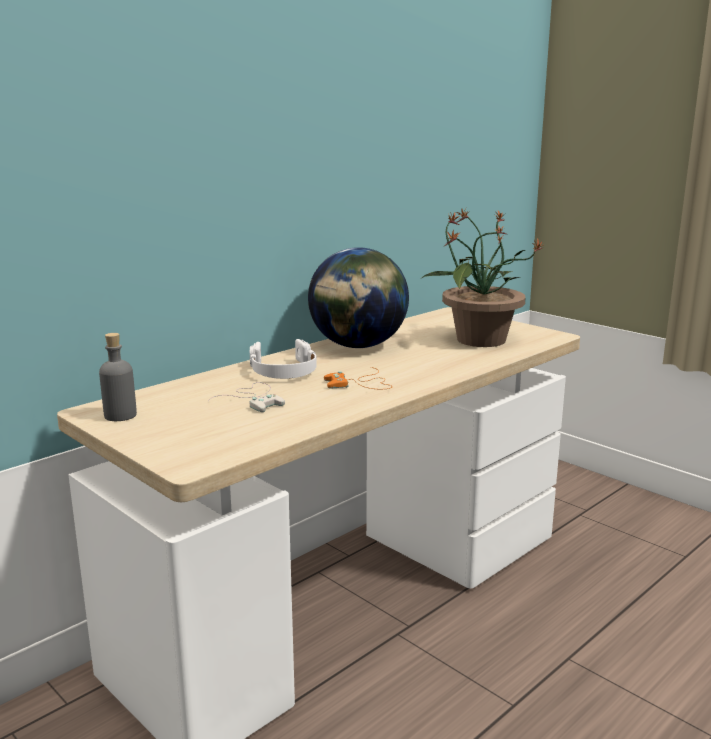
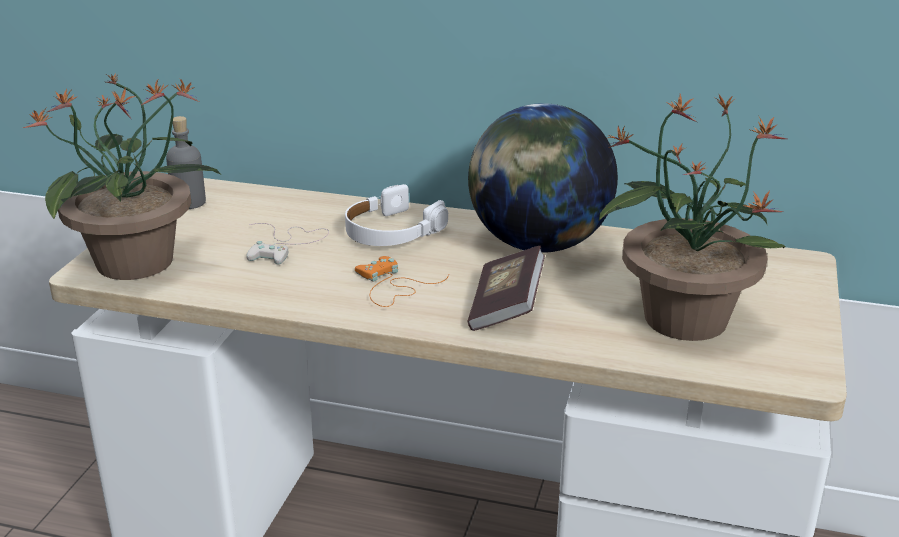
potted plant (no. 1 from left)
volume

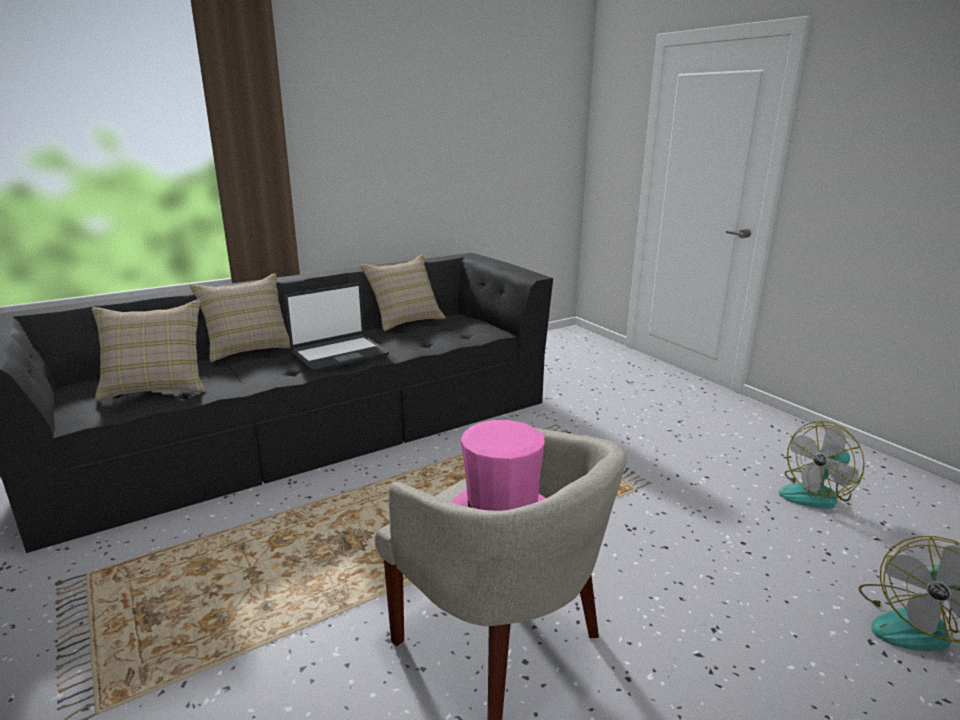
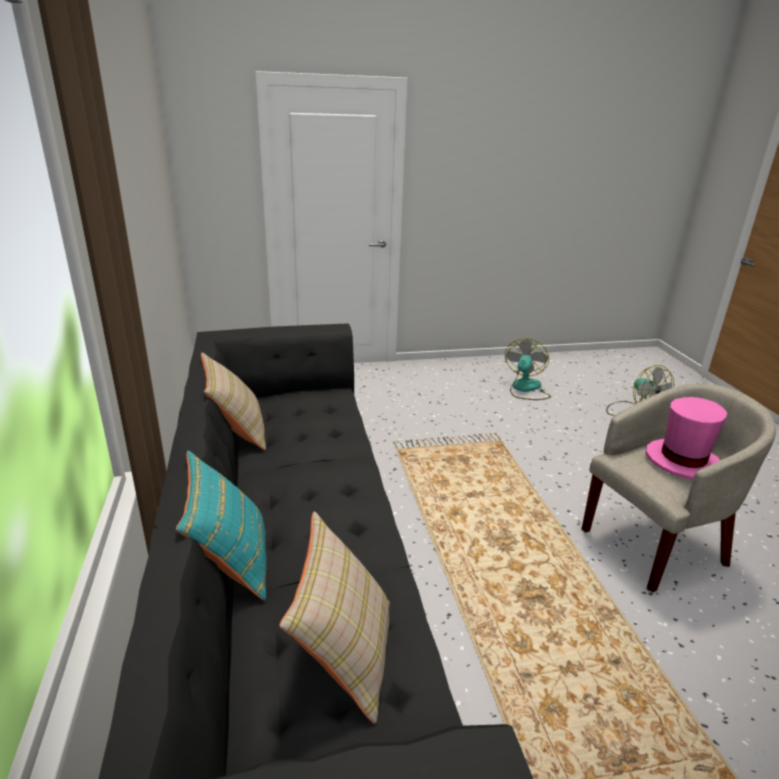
turquoise throw pillow
fan (no. 1 from left)
laptop

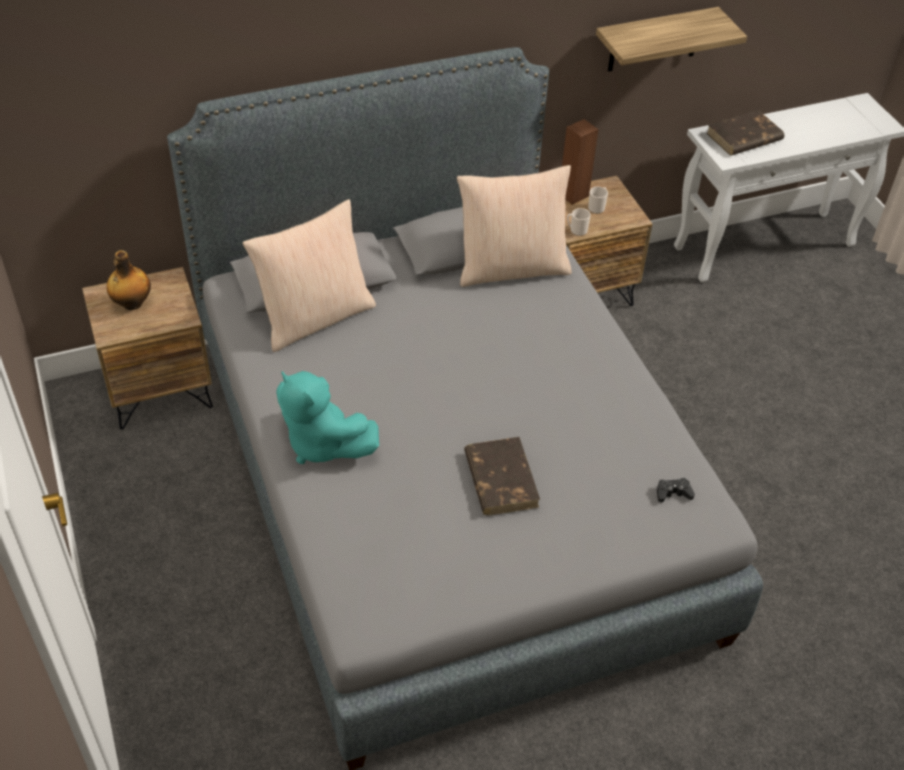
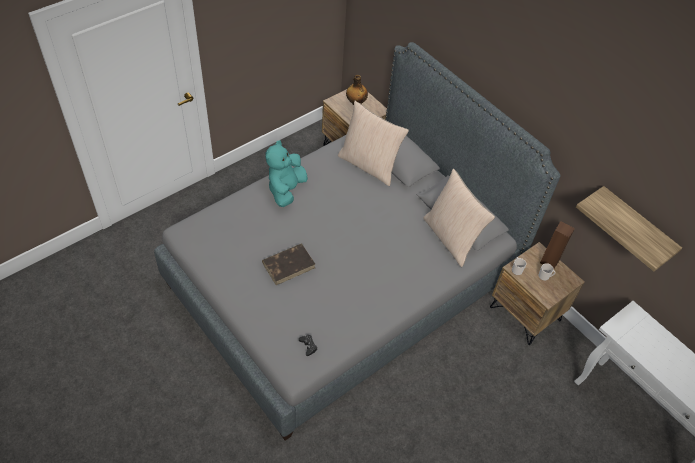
brownish volume (no. 2 from left in the first image)

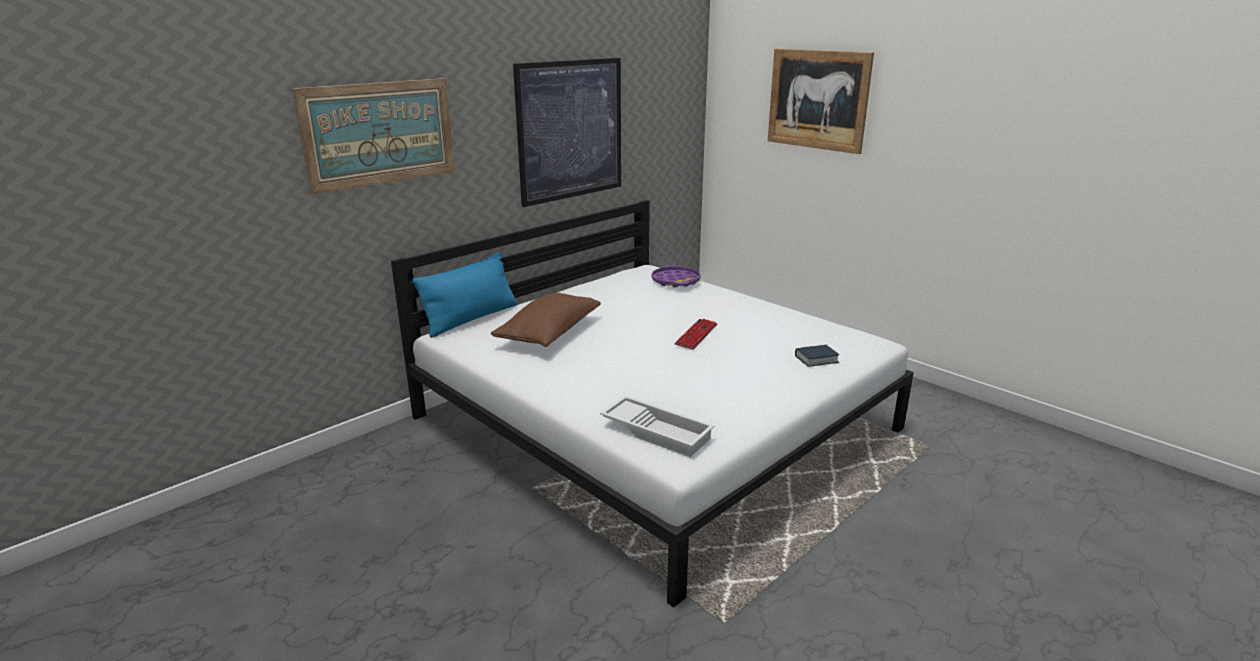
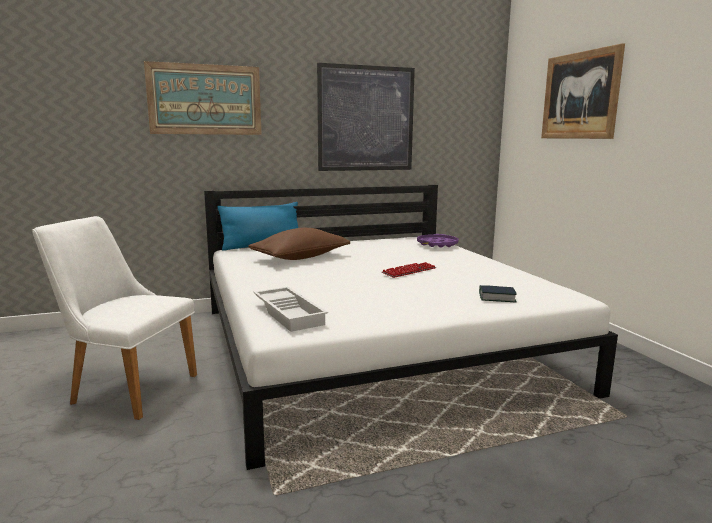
whitish plain chair

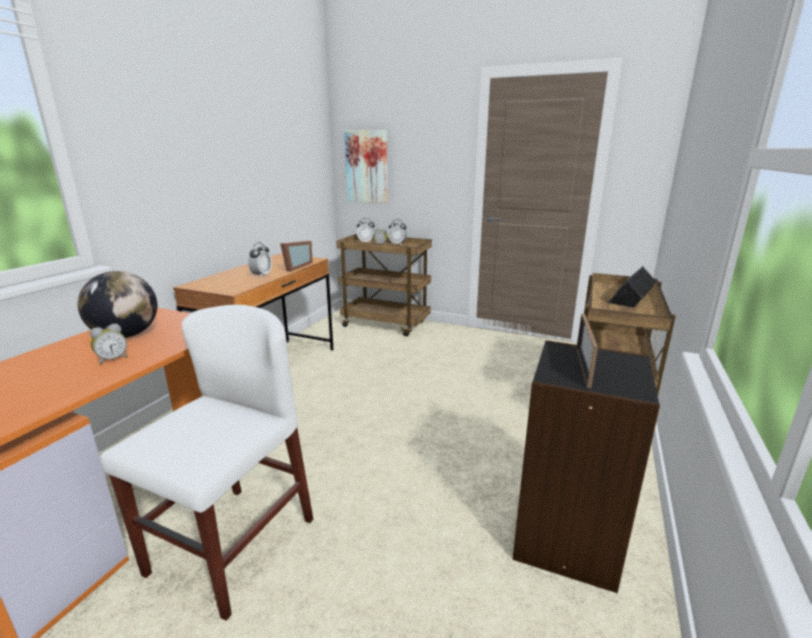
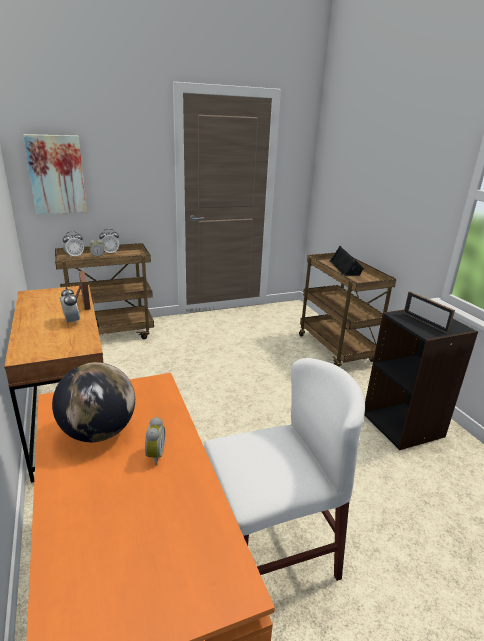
whitish plain chair

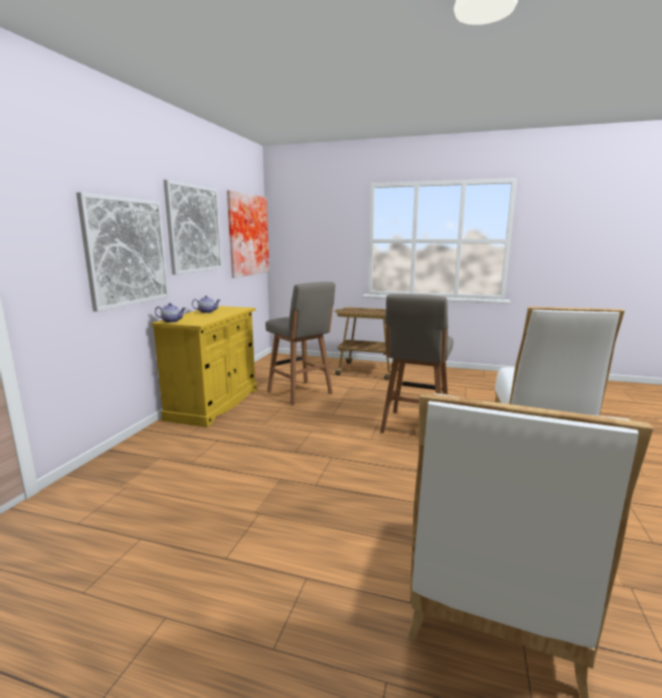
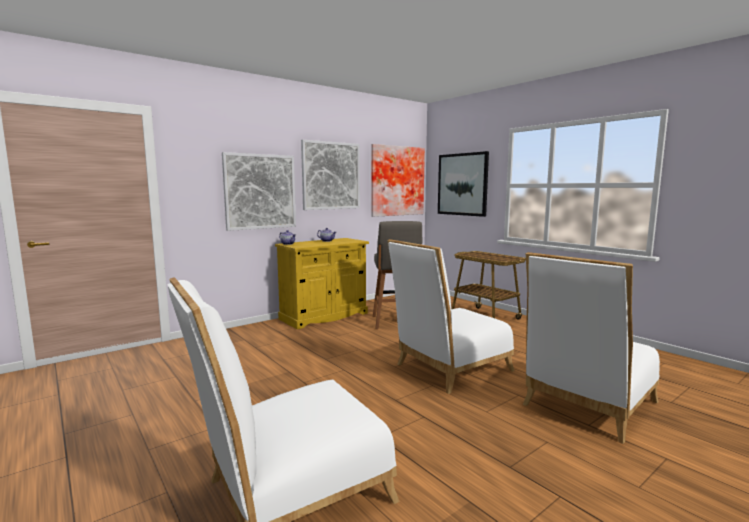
whitish plain chair (no. 2 from left)
picture (no. 4 from left)

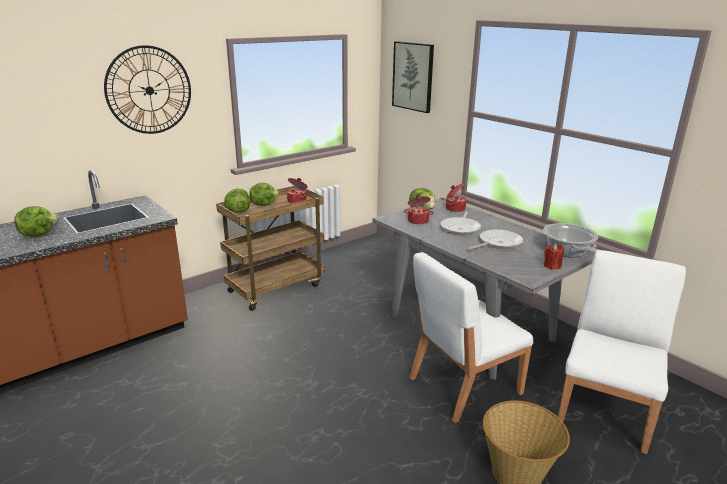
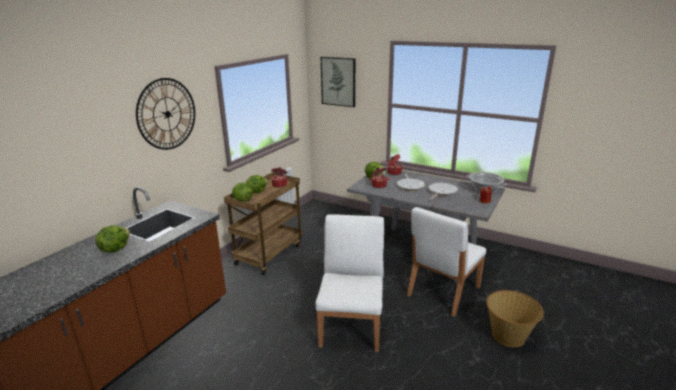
whitish plain chair (no. 1 from left)

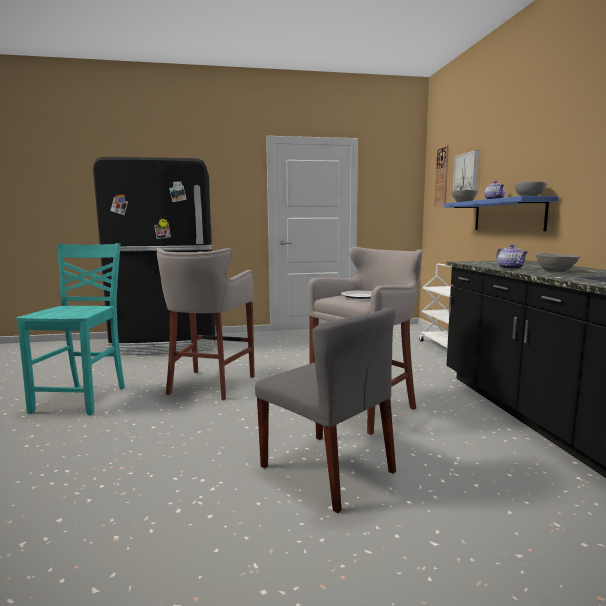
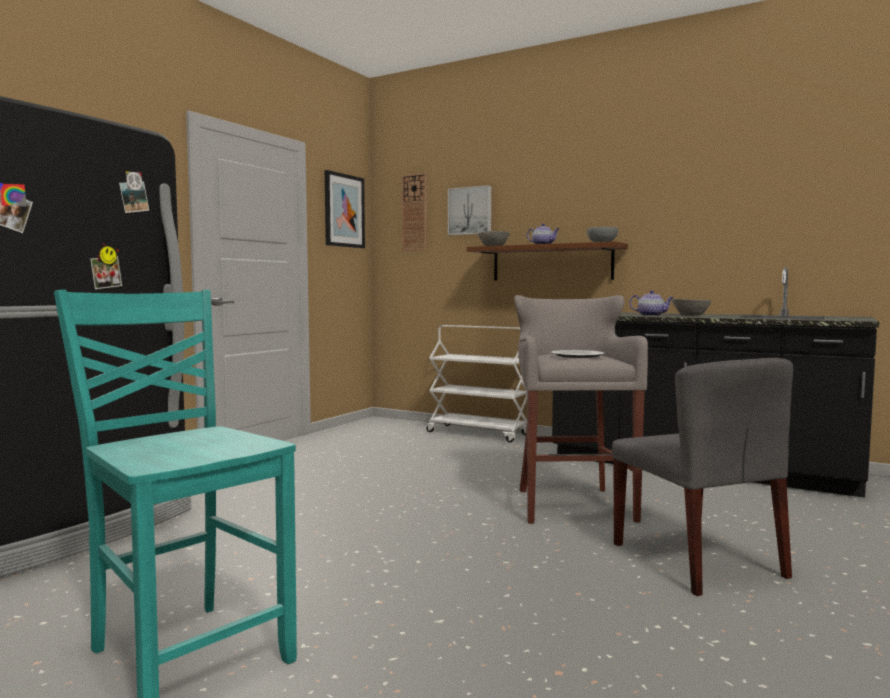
picture (no. 1 from left)
brownish shelf
gray plain chair
gray sitting stool (no. 1 from left in the first image)

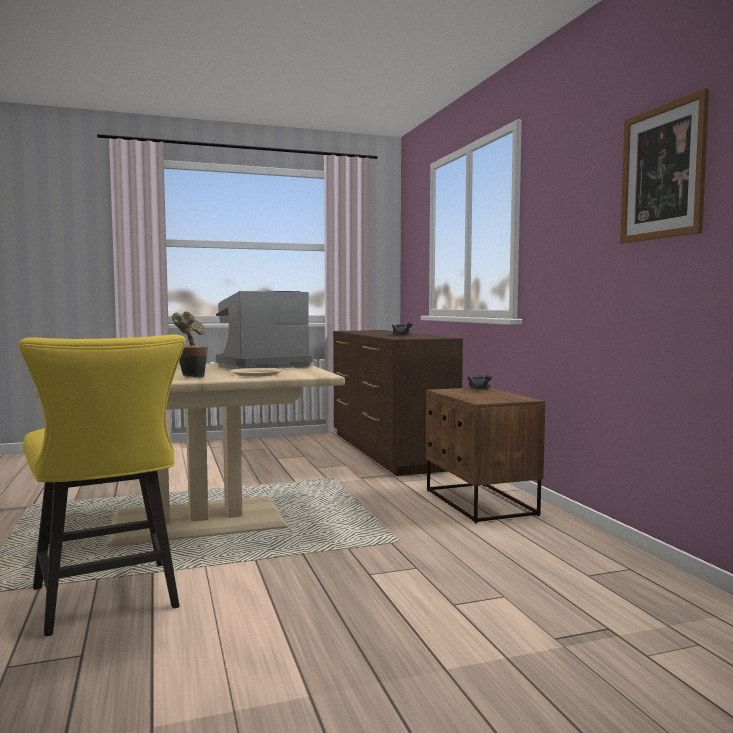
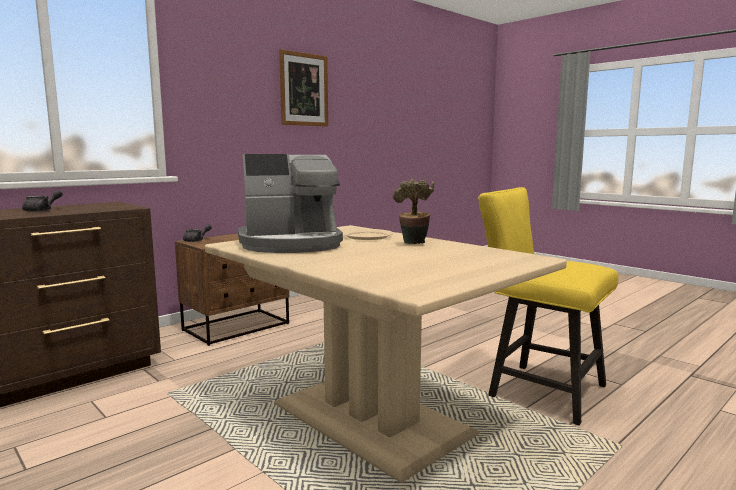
coffee maker
yellow-coloured plain chair

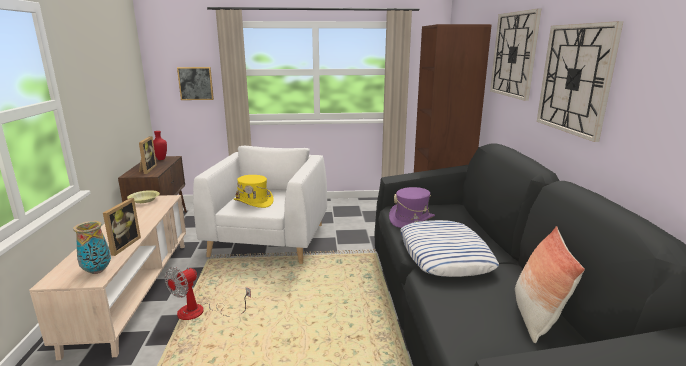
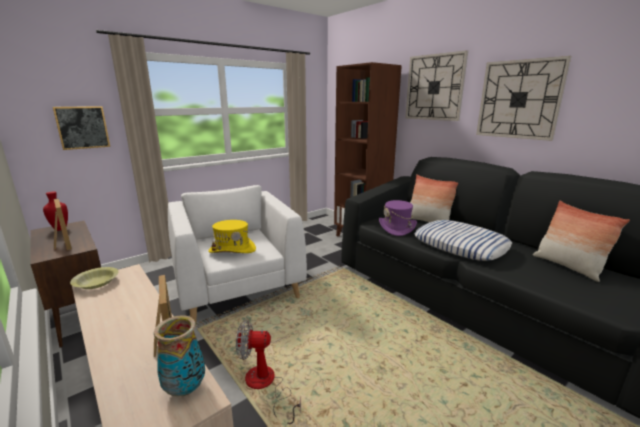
fan
throw pillow (no. 1 from left)

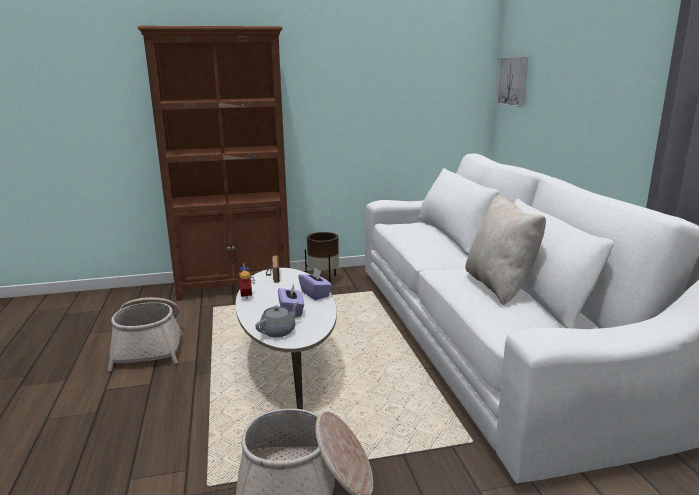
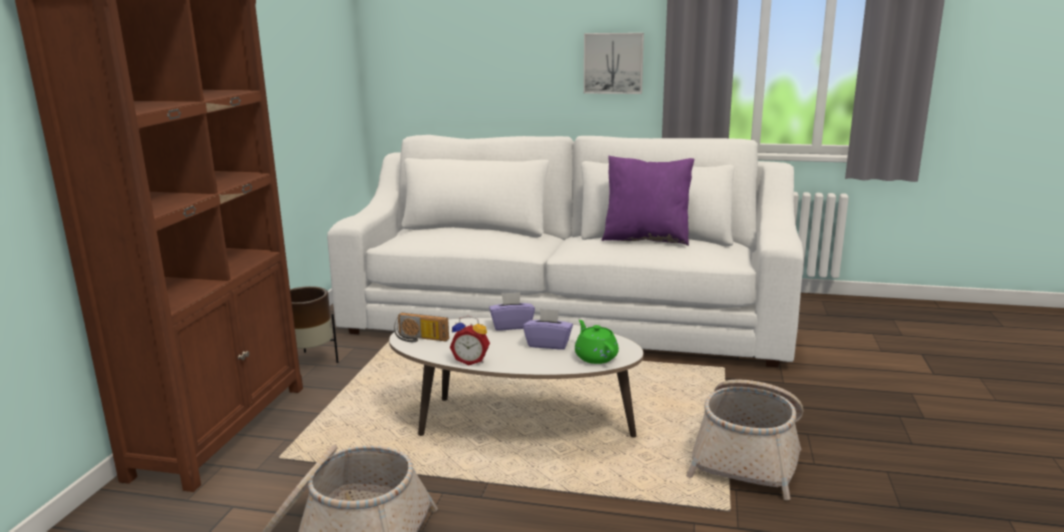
green tea pot
picture
purple throw pillow

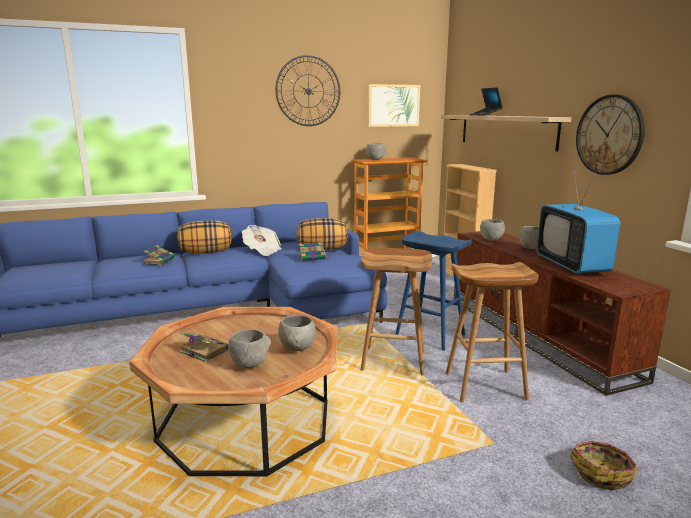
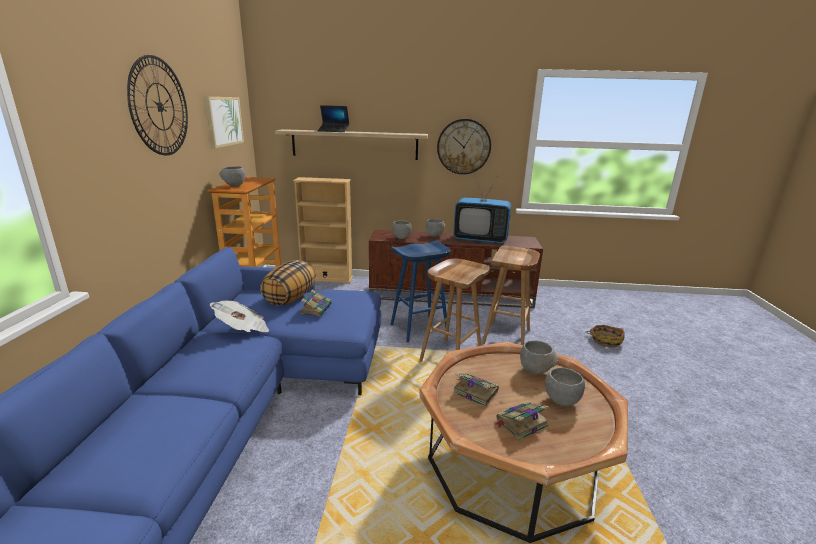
volume (no. 2 from left)
throw pillow (no. 1 from left in the first image)

